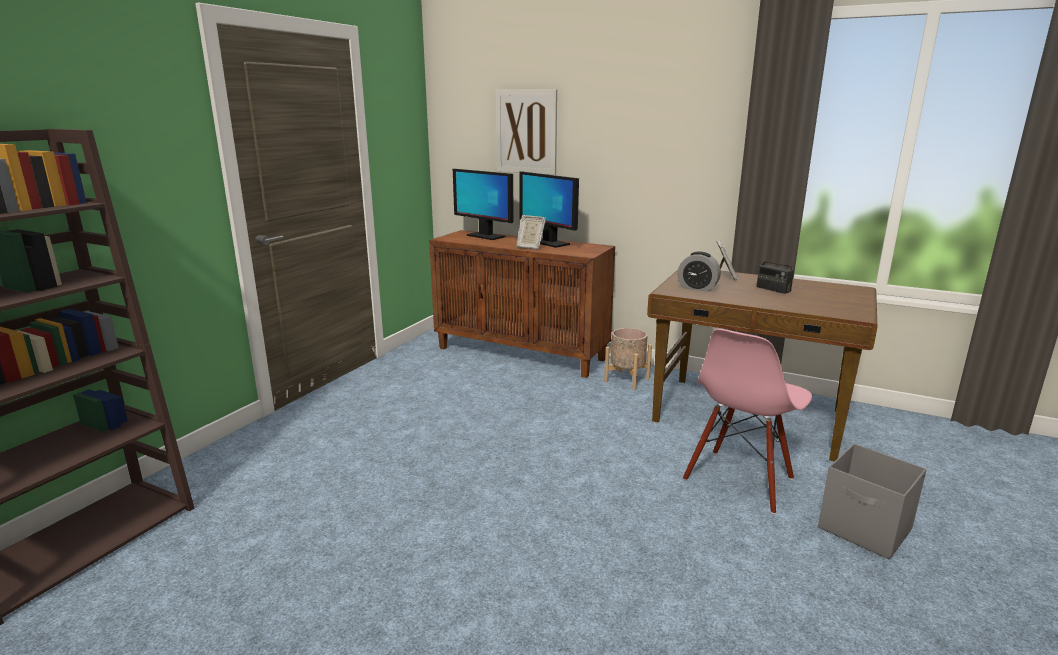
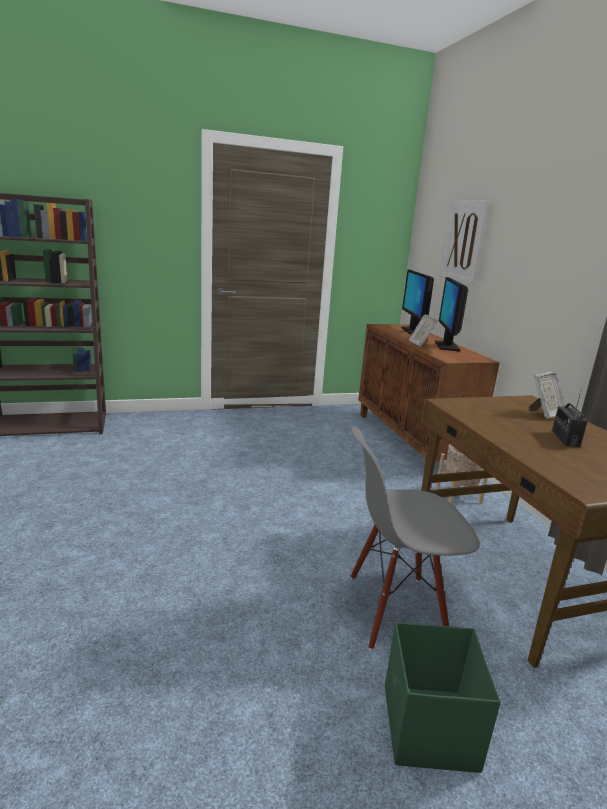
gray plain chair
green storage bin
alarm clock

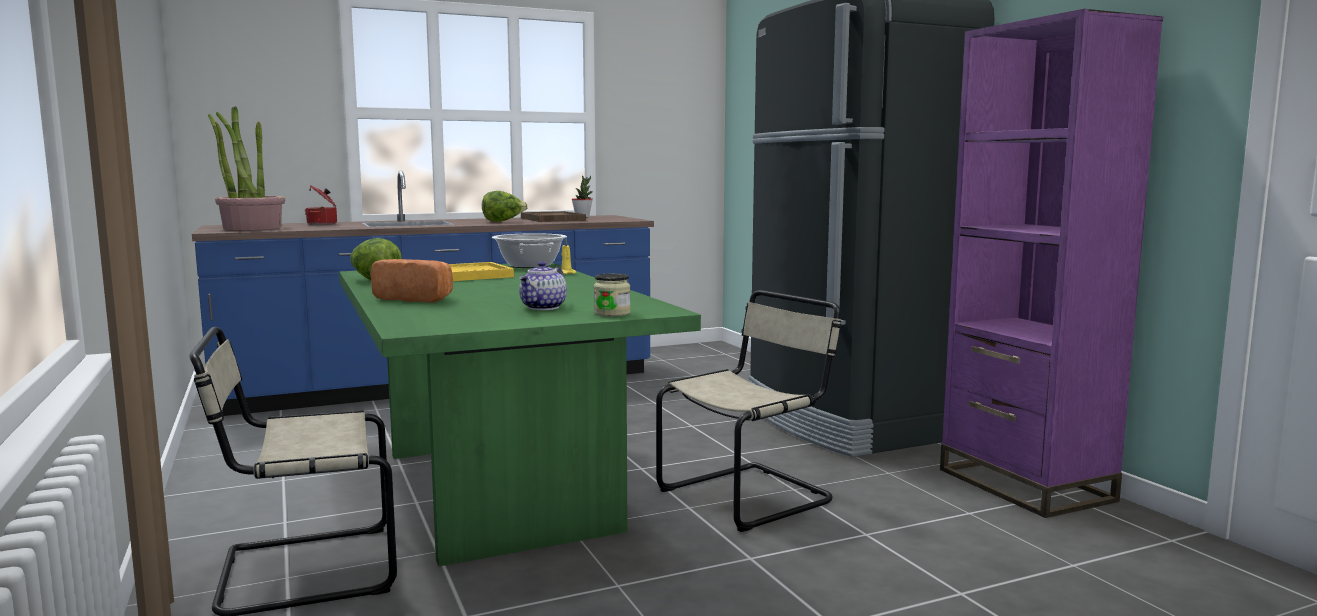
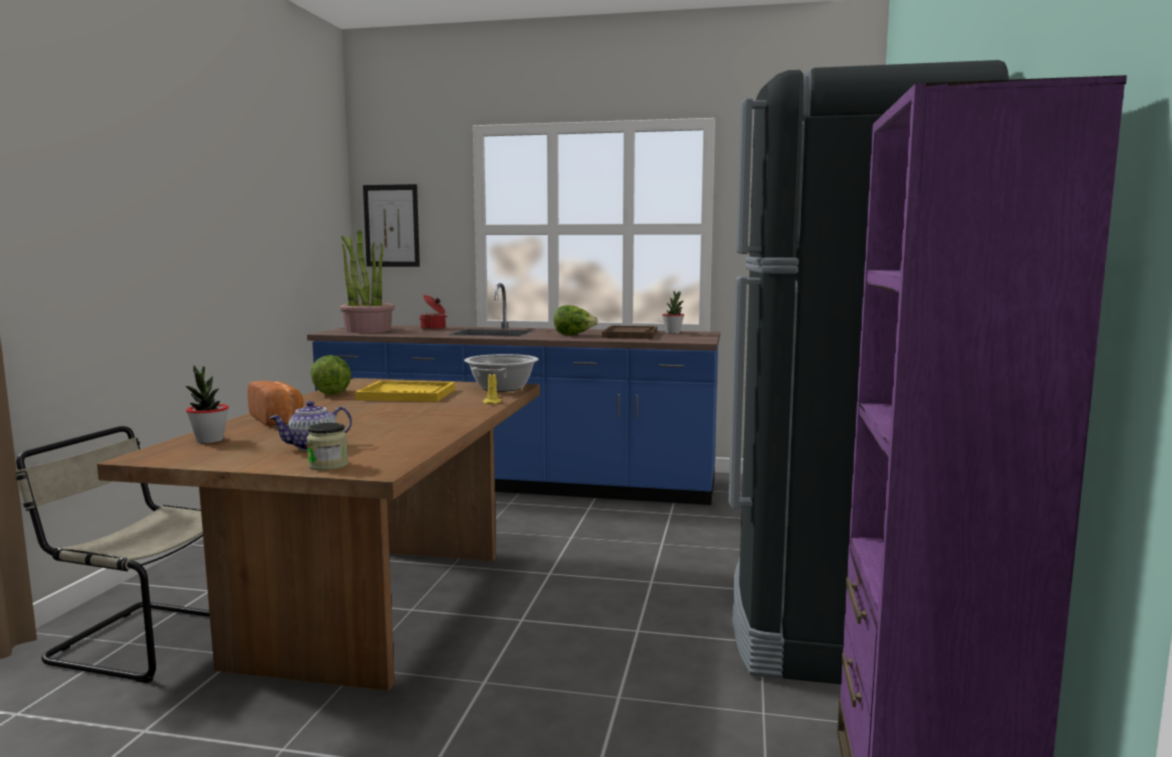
brownish dining table
potted plant (no. 1 from left)
picture
sand-coloured plain chair (no. 2 from left in the first image)

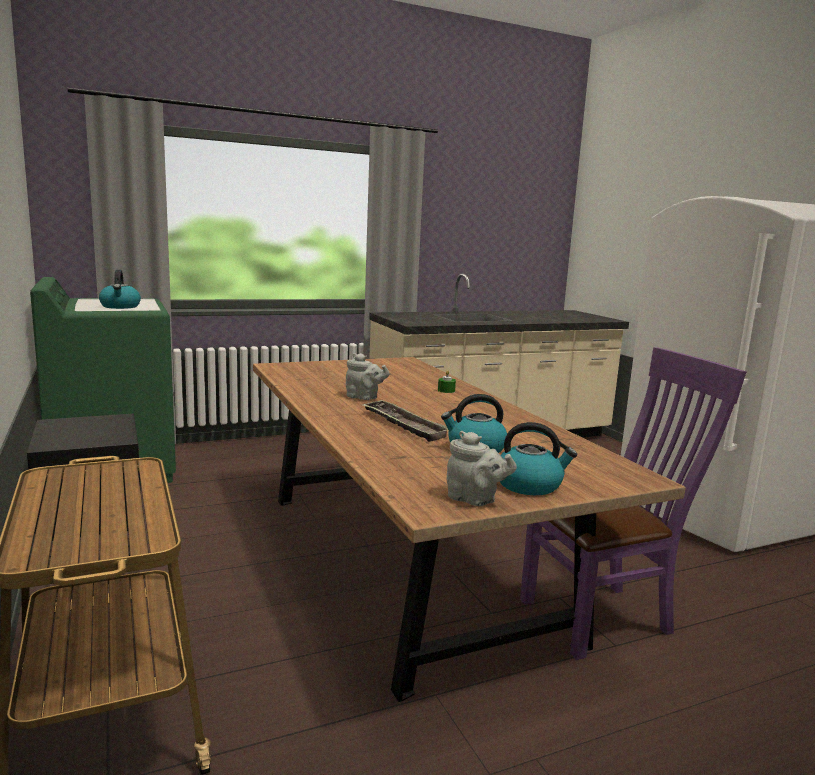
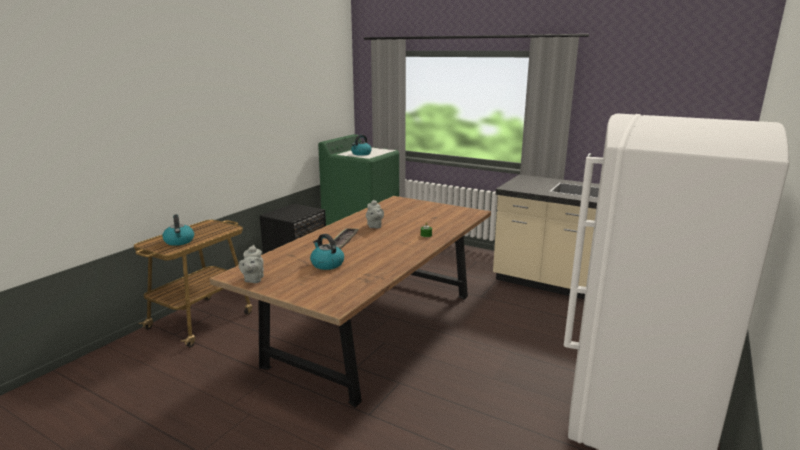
kettle (no. 1 from left)
purple plain chair

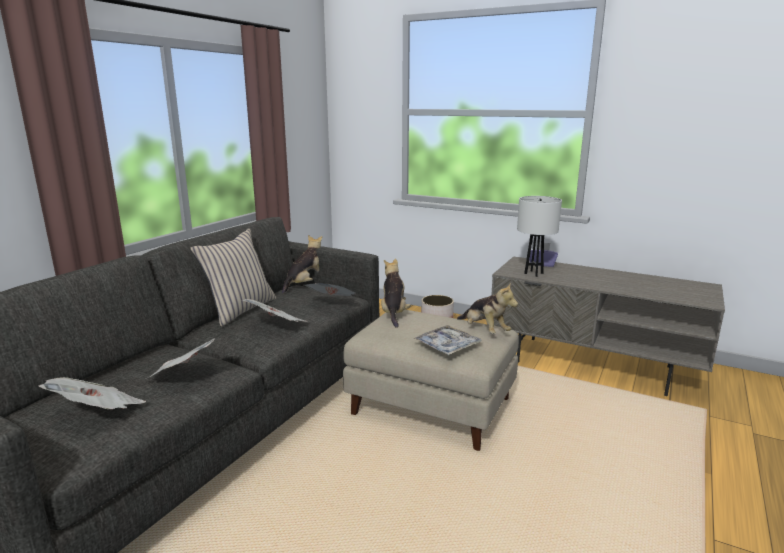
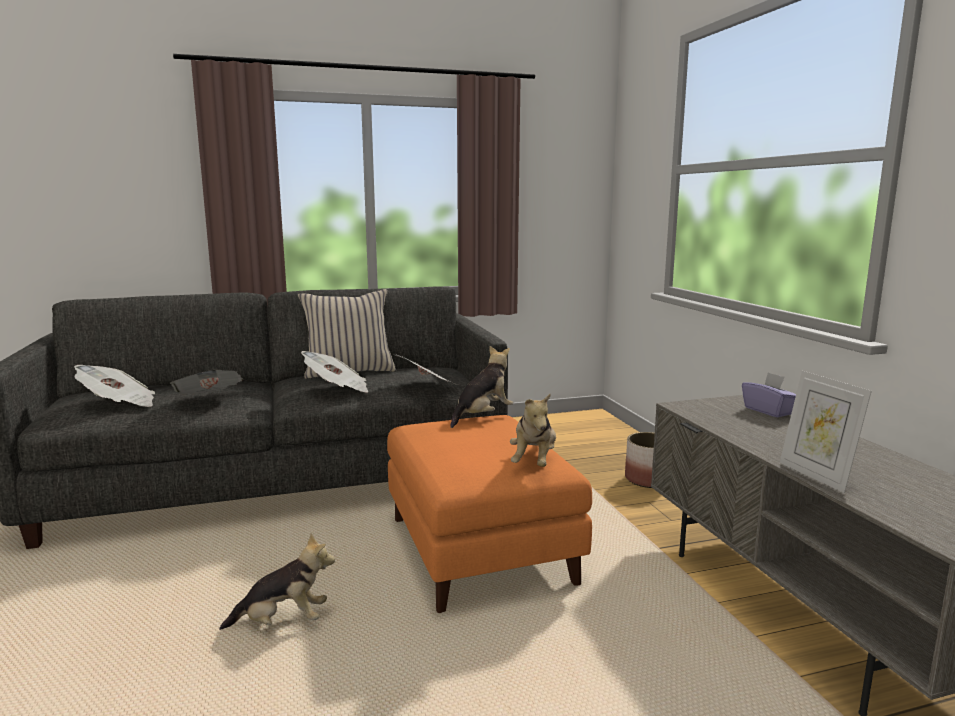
soft toy (no. 1 from left)
orangey pouffe
photo frame
tray
whitish lamp for a table

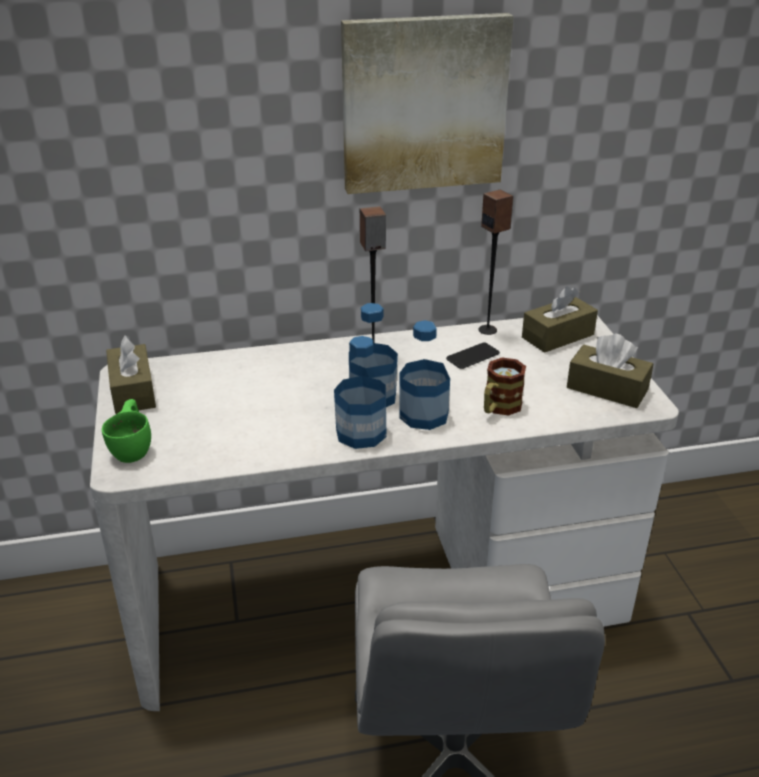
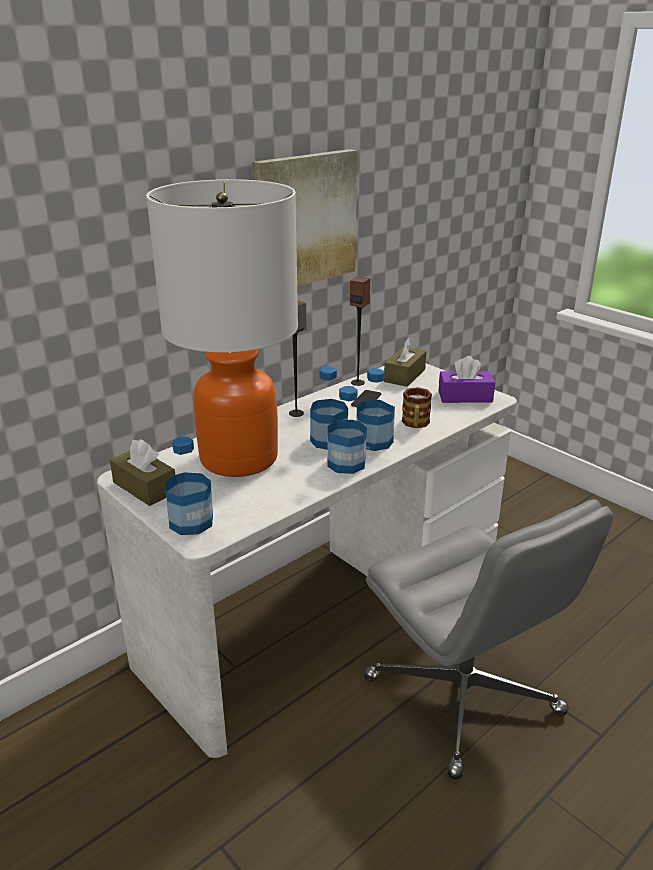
lamp for a table
drink bottle (no. 1 from left)
purple tissue box

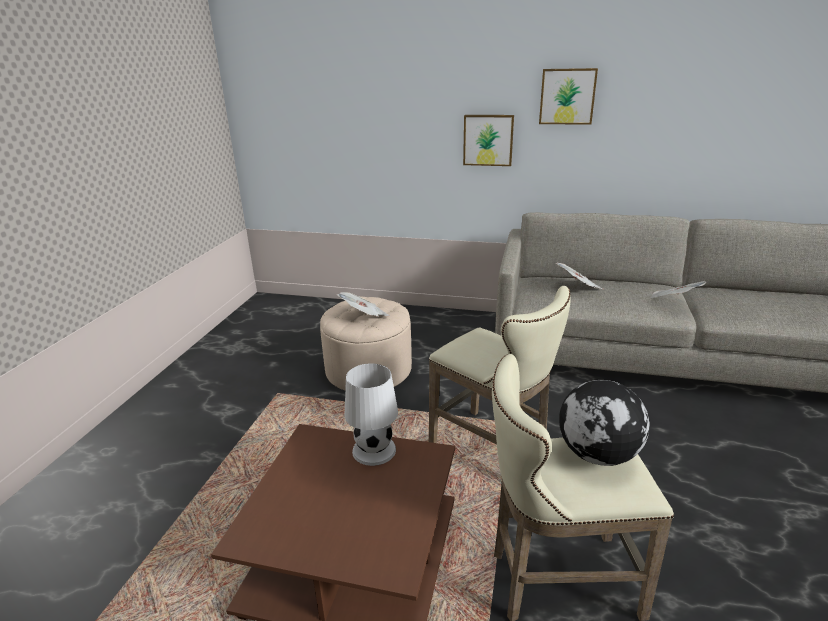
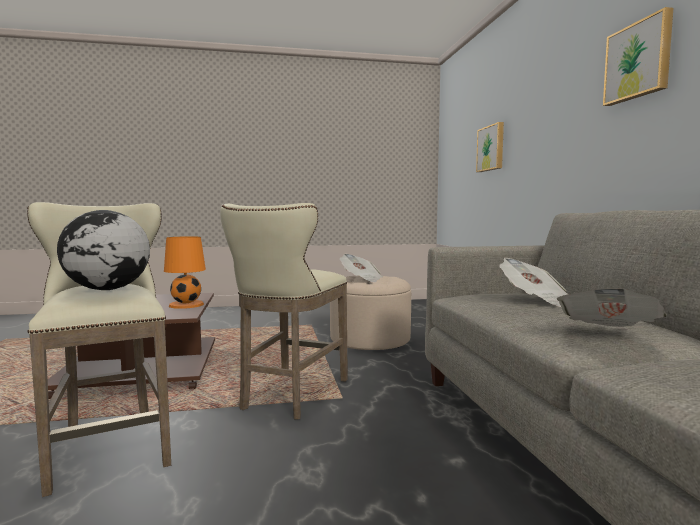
orangey lamp for a table
picture (no. 1 from left)

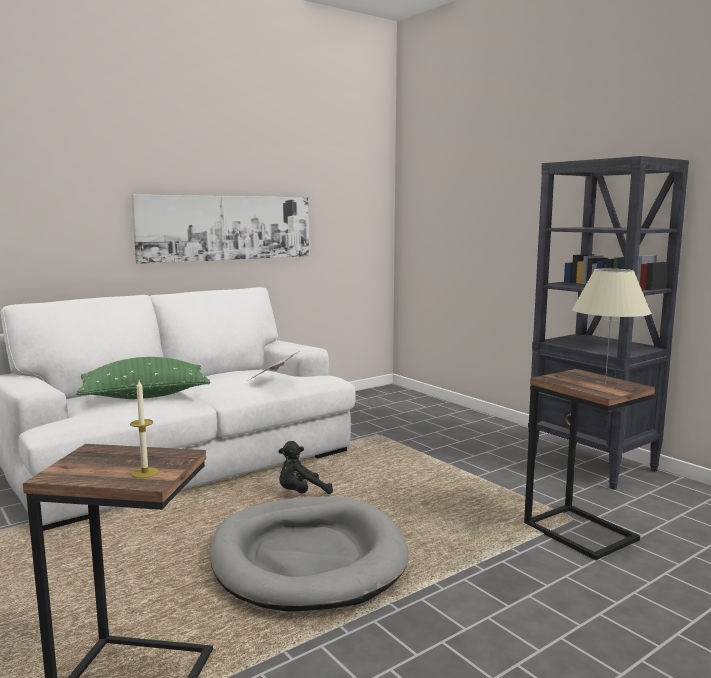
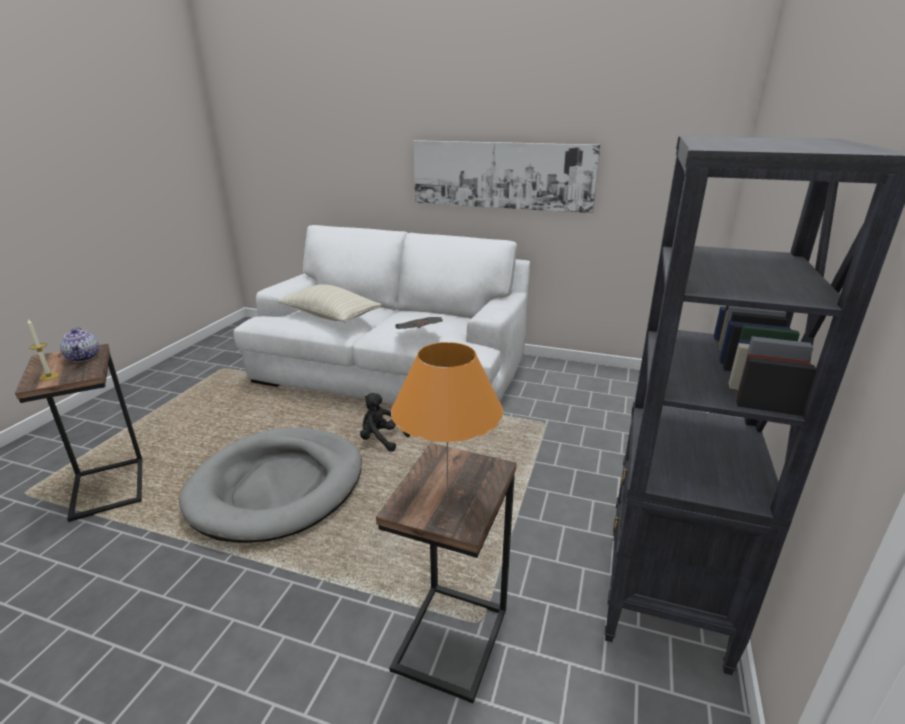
tea pot
sand-coloured throw pillow
orangey lamp for a table

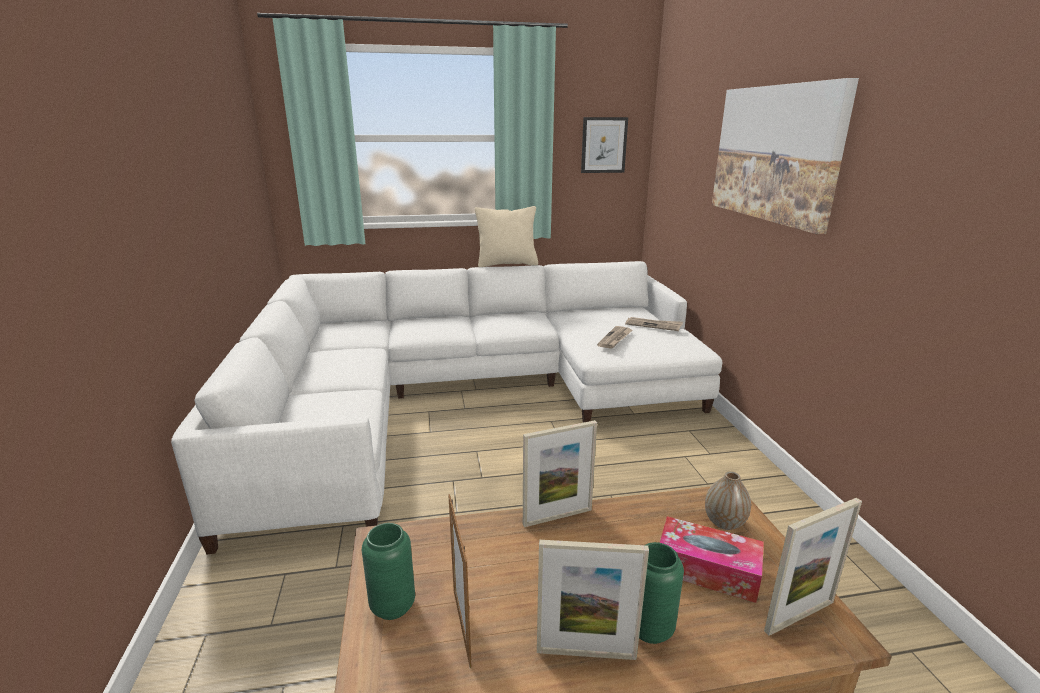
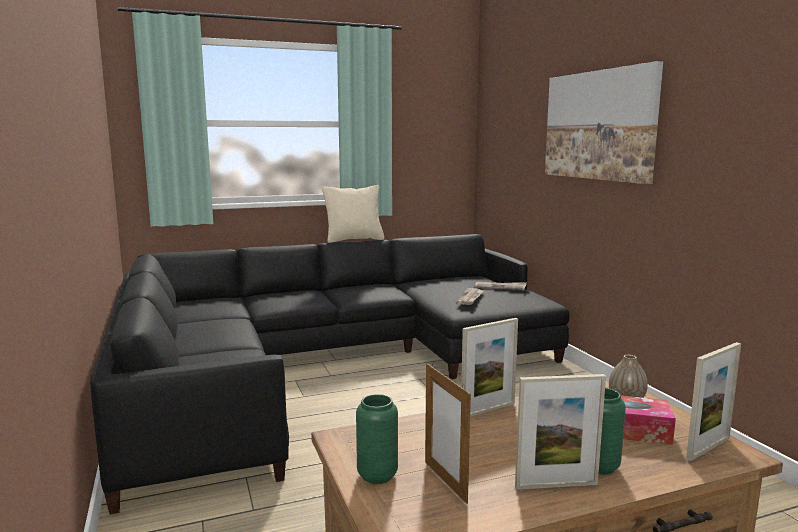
black-coloured couch
picture (no. 1 from left in the first image)

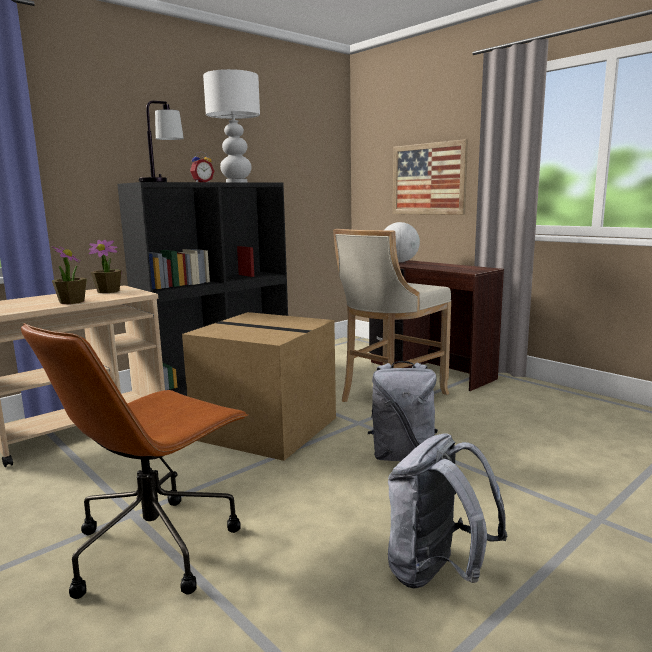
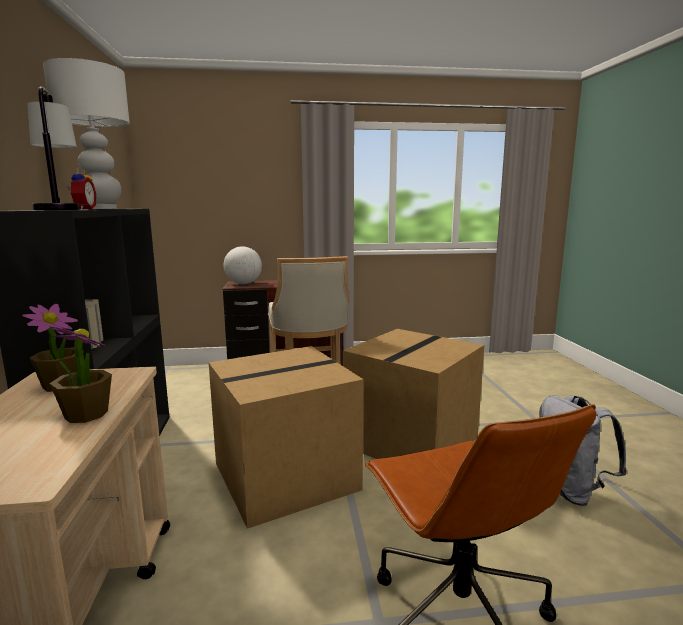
carton (no. 2 from left)
picture

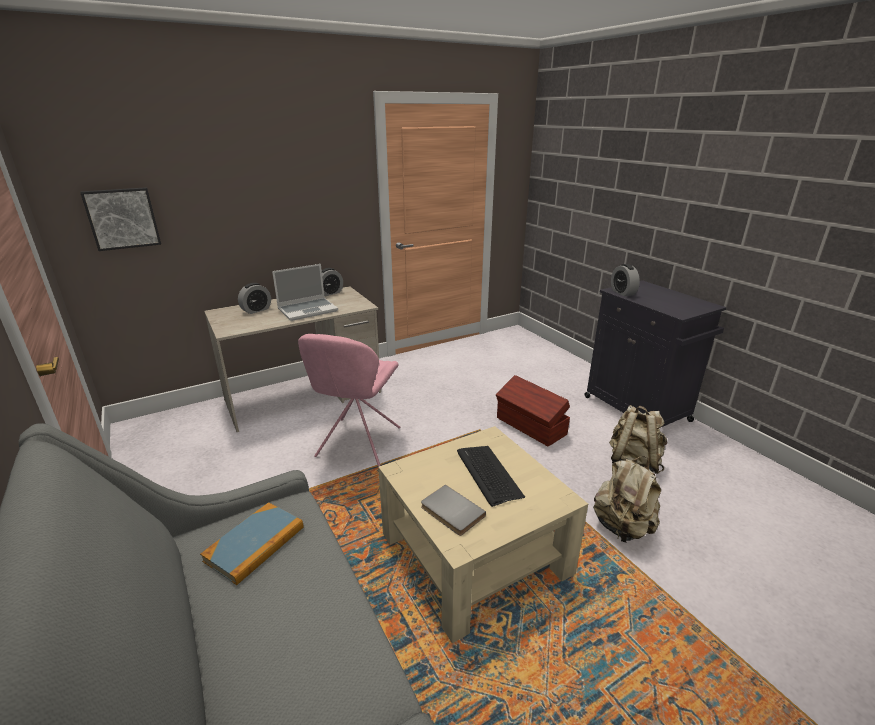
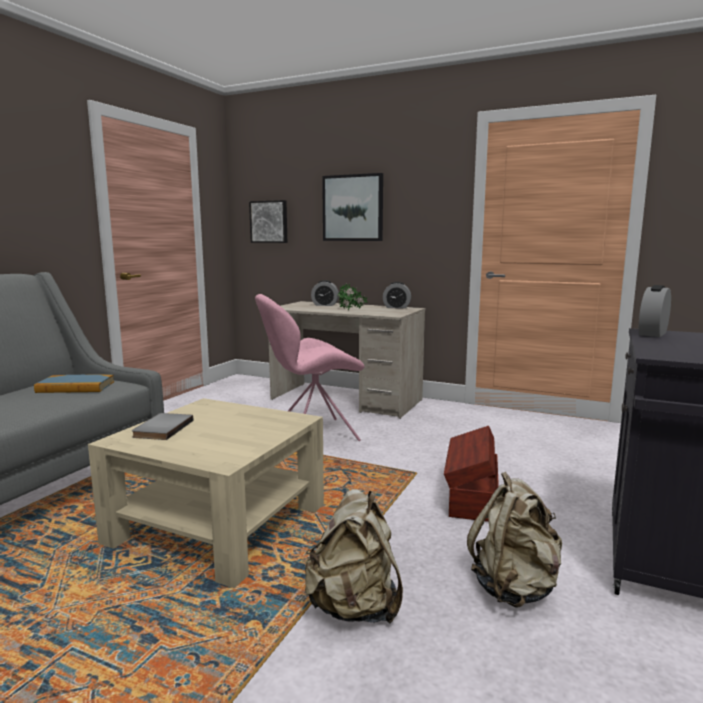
picture (no. 2 from left)
potted plant
keyboard

